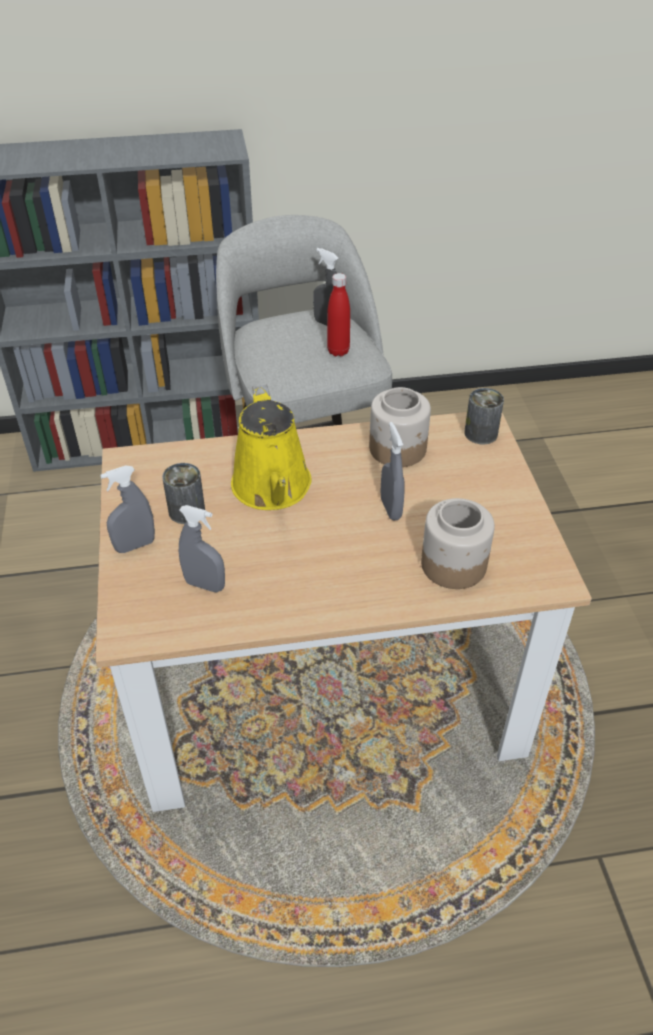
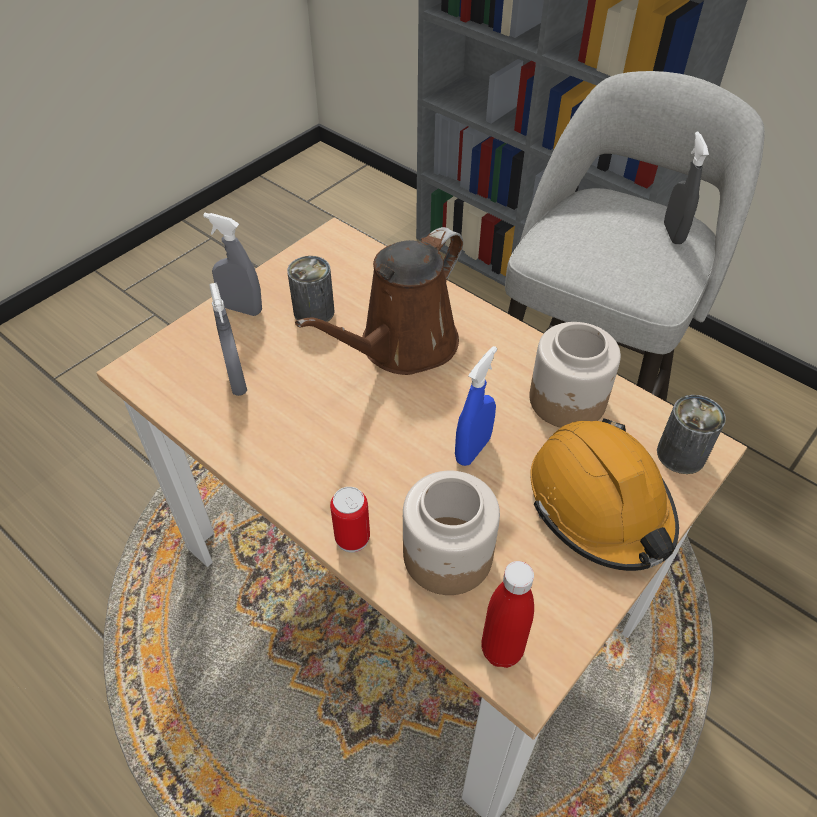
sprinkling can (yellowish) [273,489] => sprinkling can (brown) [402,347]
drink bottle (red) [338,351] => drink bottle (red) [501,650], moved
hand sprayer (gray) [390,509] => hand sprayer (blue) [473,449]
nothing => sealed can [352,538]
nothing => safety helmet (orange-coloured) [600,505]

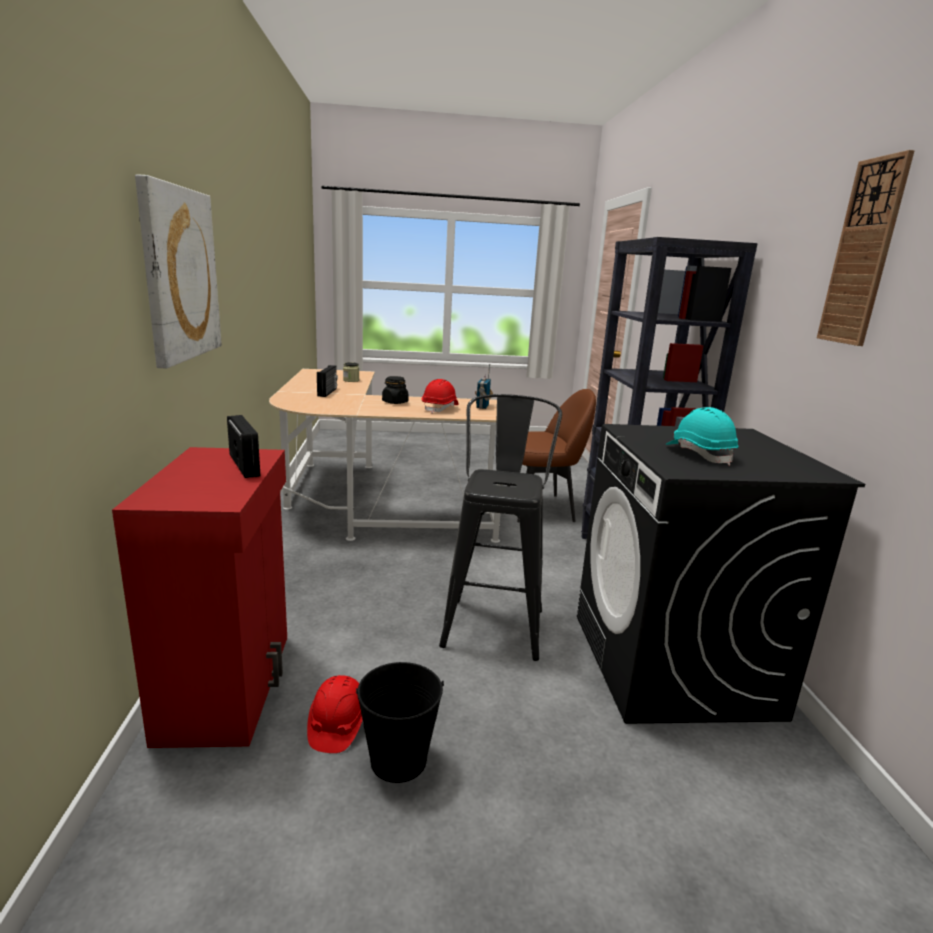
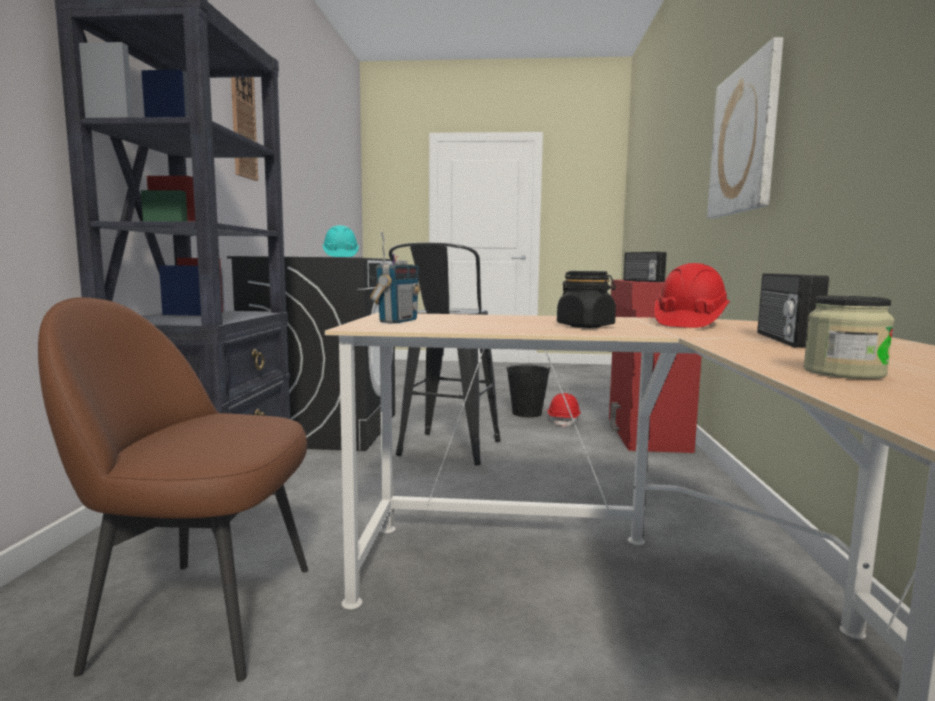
safety helmet (red) [440,408] => safety helmet (red) [689,324], moved

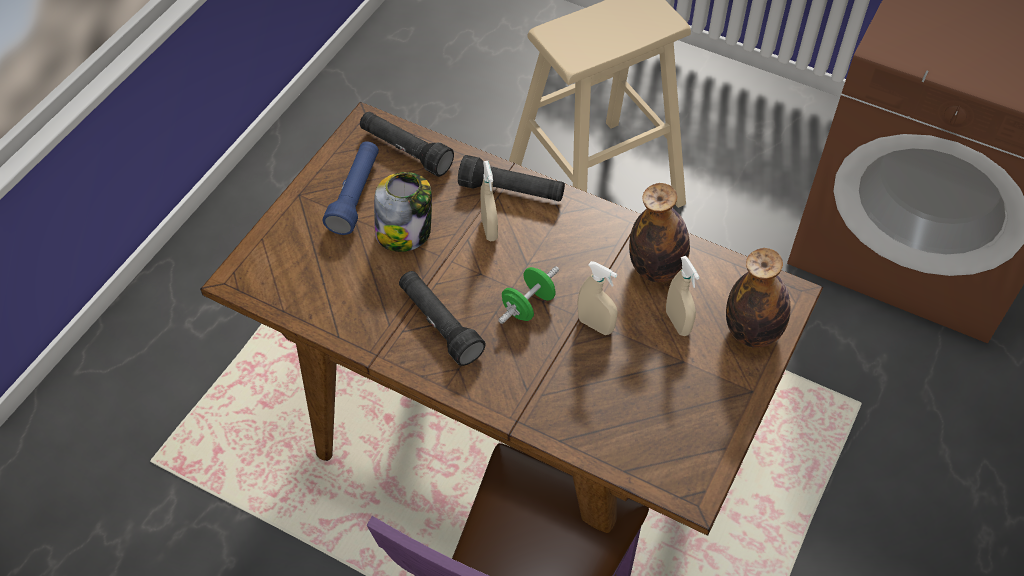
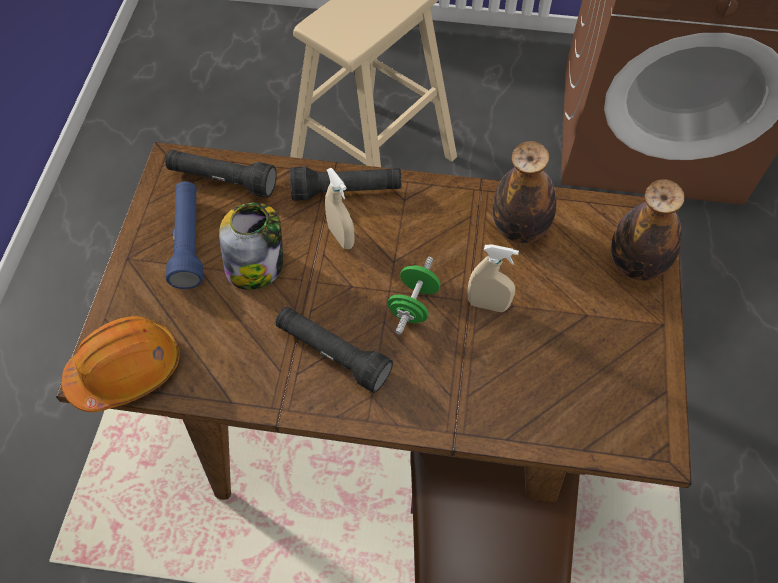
hand sprayer (beige) [677,323] => nothing
nothing => safety helmet (orange-coloured) [126,370]

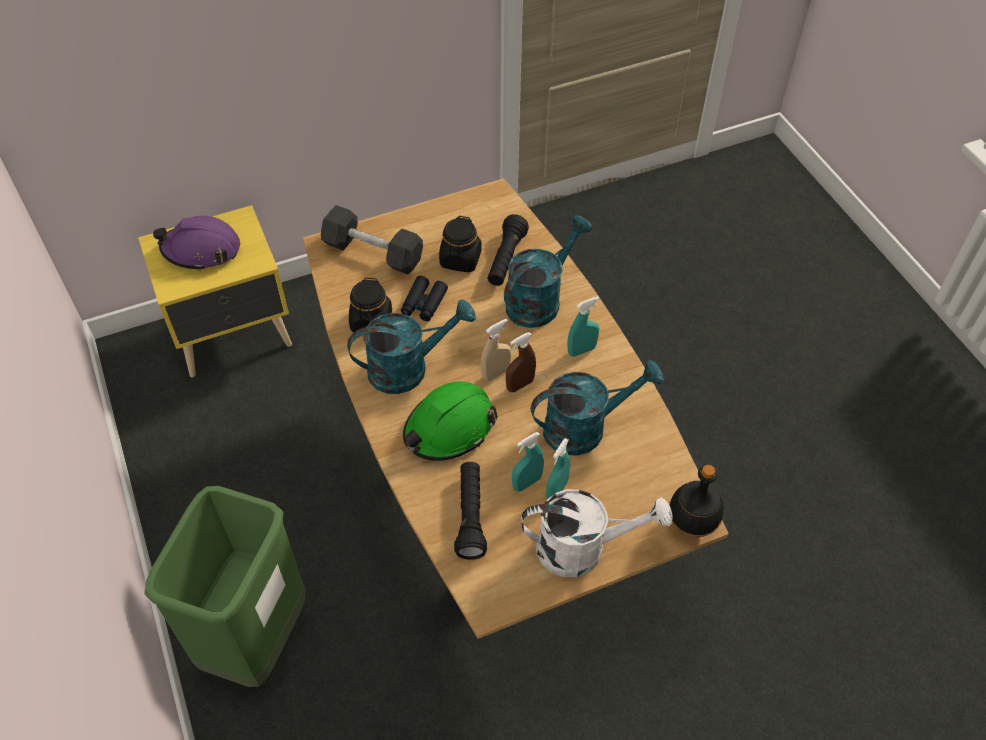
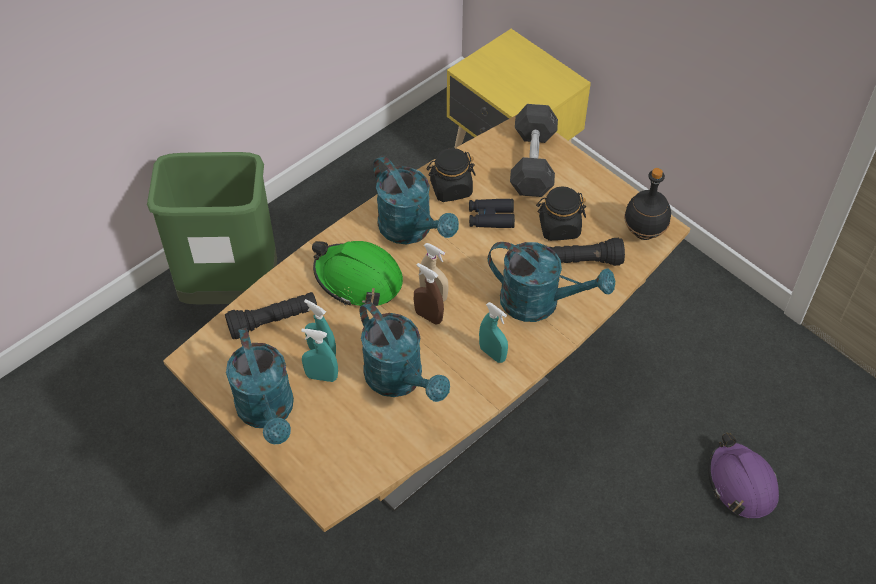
safety helmet (purple-coloured) [201,250] => safety helmet (purple-coloured) [741,483], moved
sprinkling can (white) [583,548] => sprinkling can (turquoise-coloured) [268,413]
drink bottle (black-coloured) [690,525] => drink bottle (black-coloured) [643,232], moved

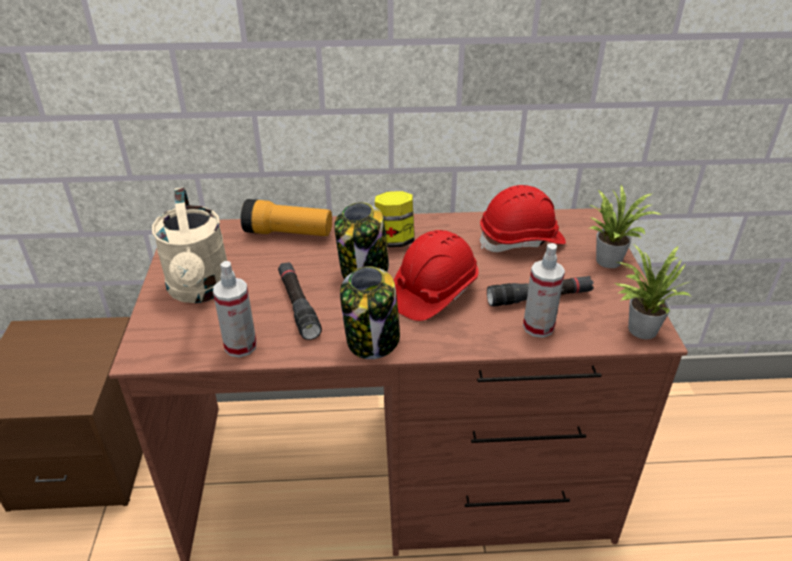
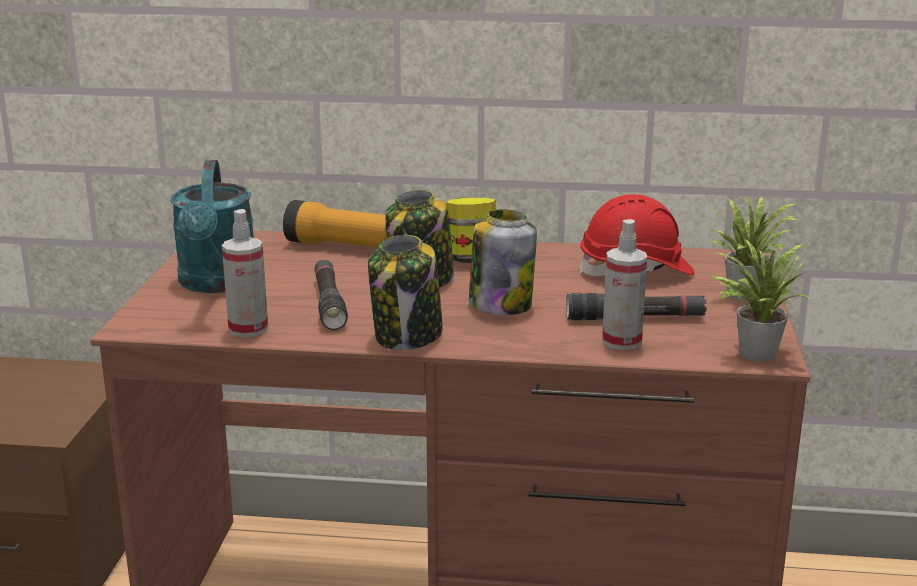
sprinkling can (beige) [200,290] => sprinkling can (turquoise-coloured) [217,284]
safety helmet (red) [433,292] => storage jar [500,304]

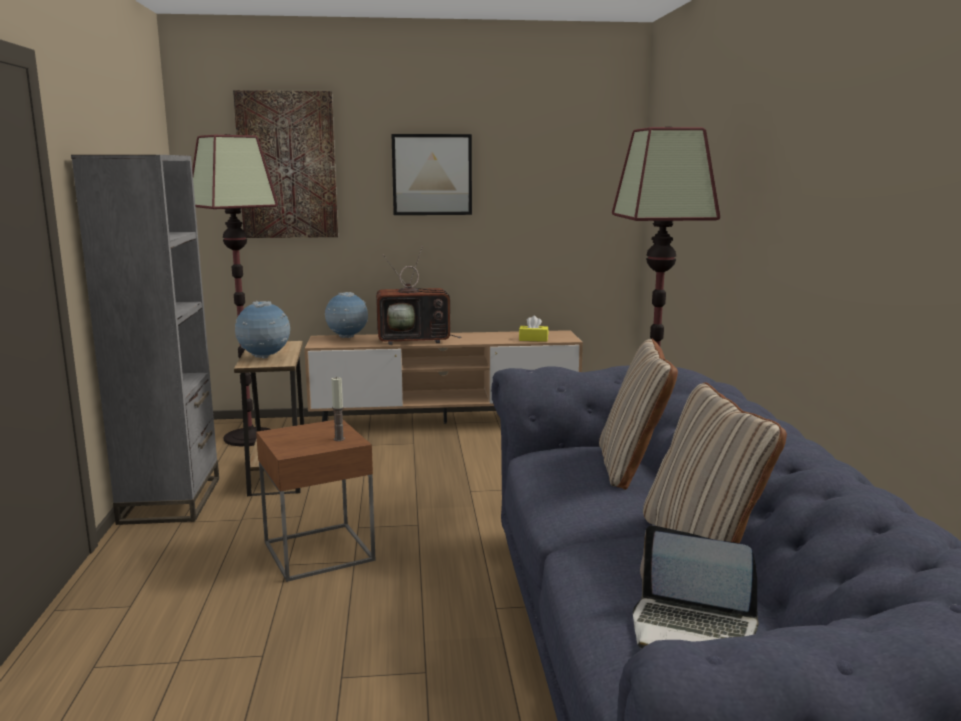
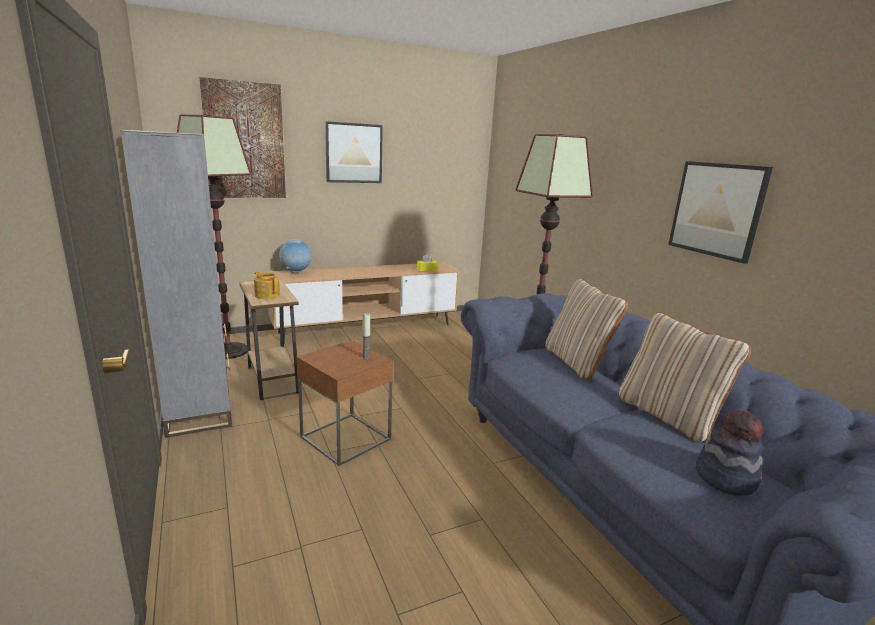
world globe [264,358] => teapot [267,295]
TV set [415,340] => nothing
notebook computer [693,629] => hat [725,478]
nothing => wall picture [716,210]

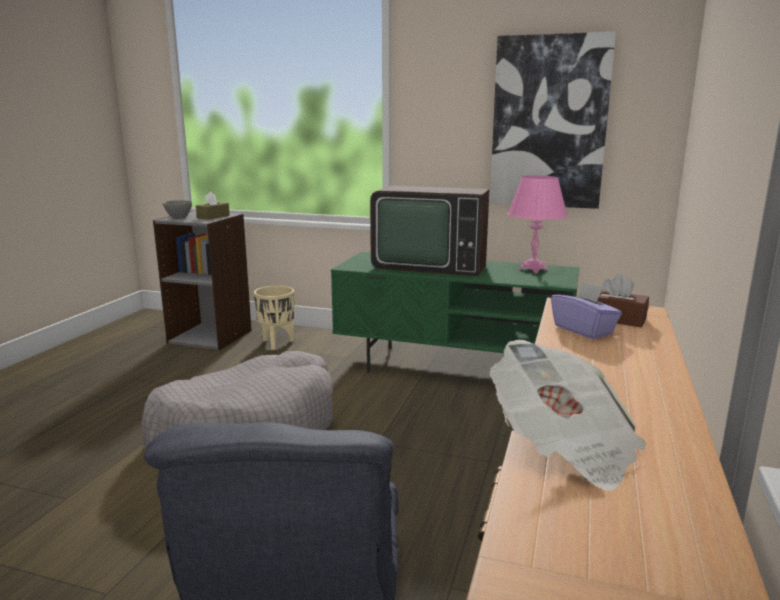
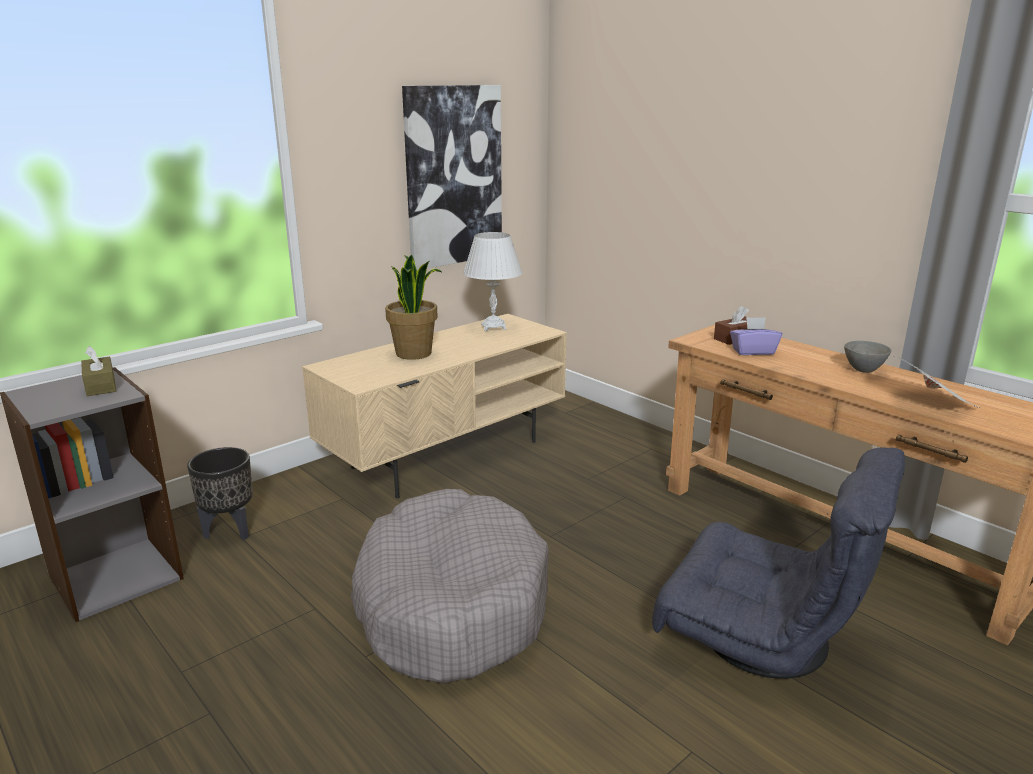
deep dish (gray) [178,218] => deep dish (gray) [863,370], moved
plant pot (beige) [277,343] => plant pot (black-coloured) [230,531]
tv stand (greenish) [454,368] => tv stand (beige) [446,453]
TV set [429,265] => plant in a pot [414,353]
tabletop lamp (pink) [533,269] => tabletop lamp (white) [493,327]

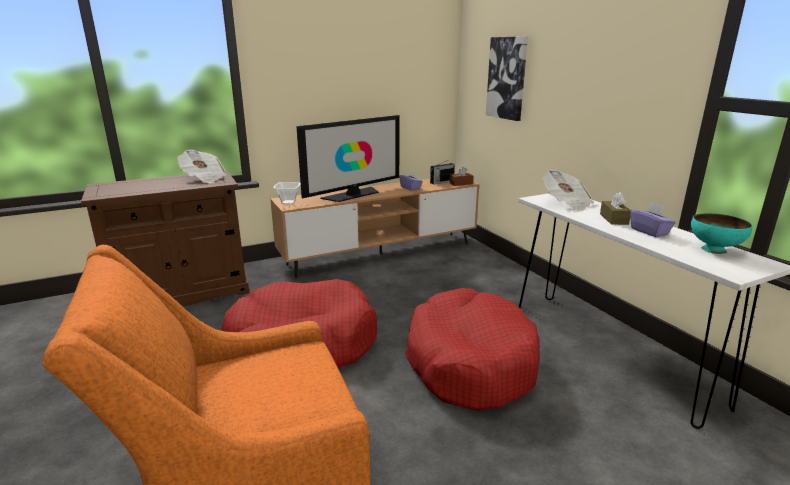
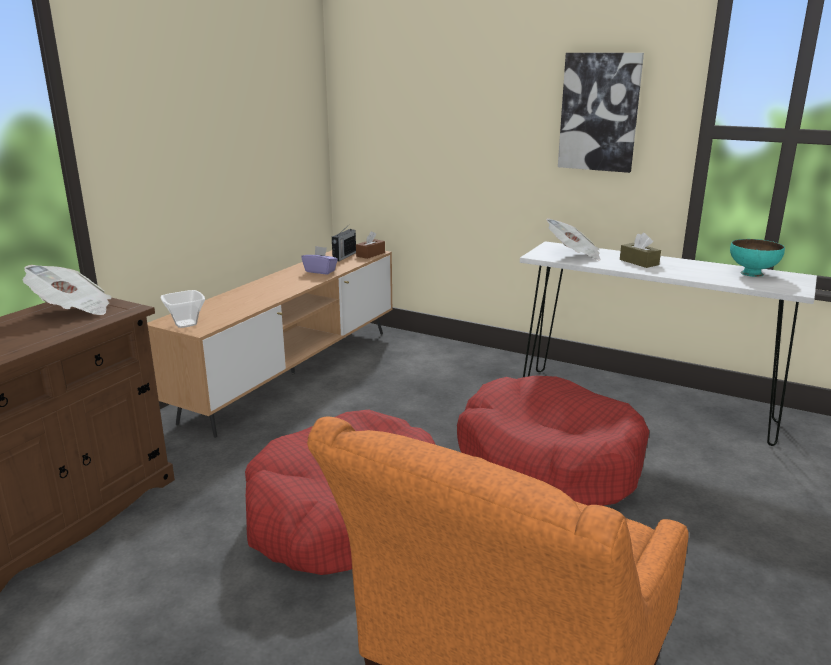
TV set [353,195] => nothing
wall picture [507,78] => wall picture [599,112], moved
tissue box (purple-coloured) [649,232] => nothing

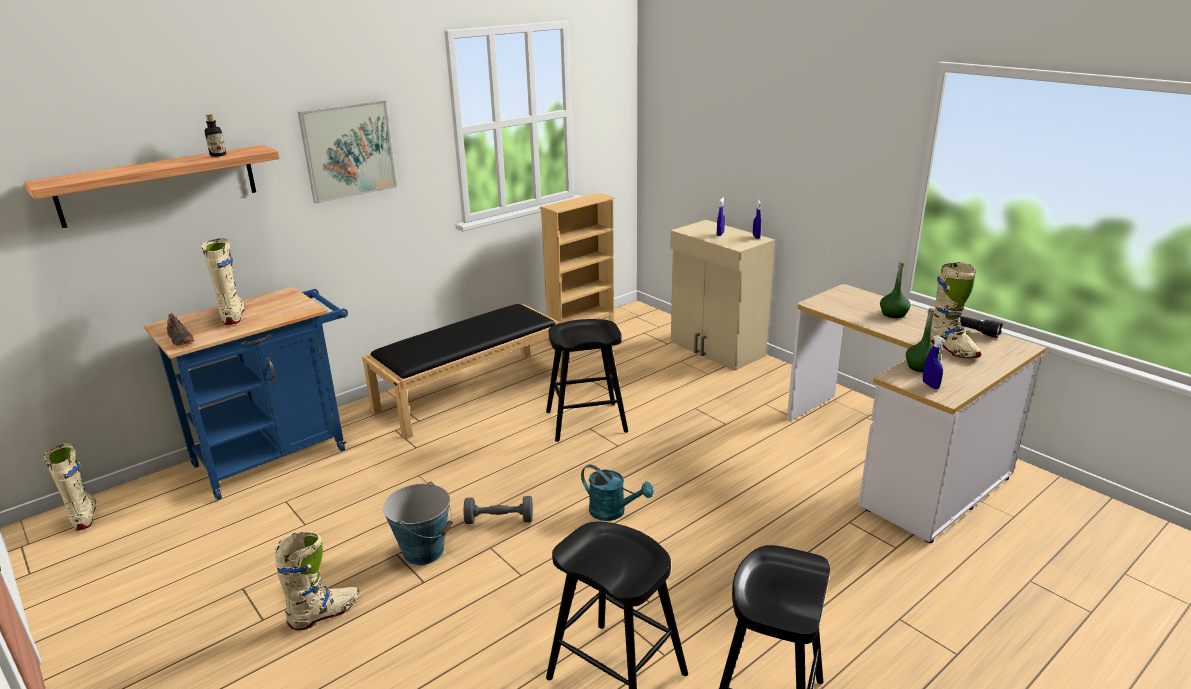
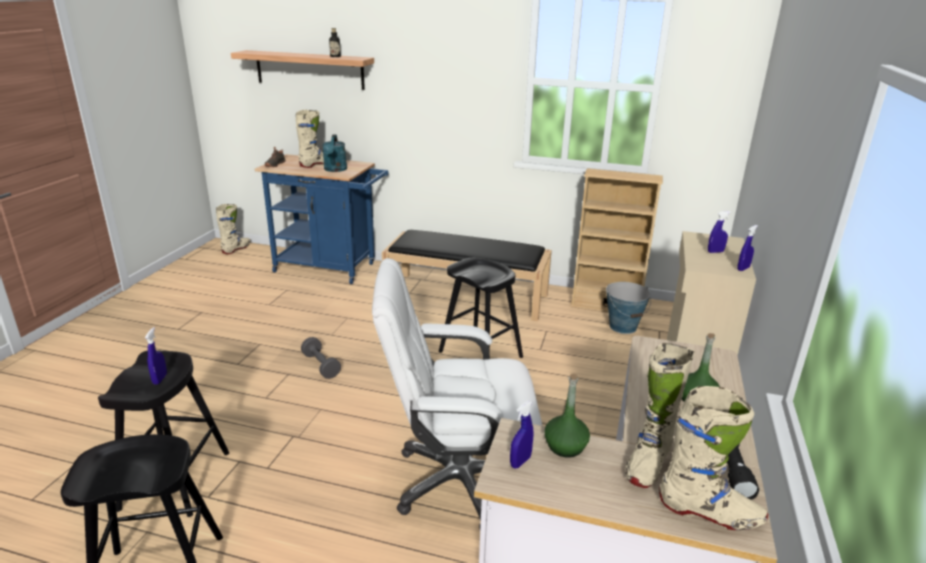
boot (beige) [325,614] => boot (beige) [709,513], moved
wall picture [348,150] => nothing
pail [423,551] => pail [623,327], moved
sprinkling can (turquoise-coloured) [613,512] => sprinkling can (turquoise-coloured) [335,170], moved
nothing => hand sprayer (blue) [160,379]
nothing => office chair (white) [458,481]

